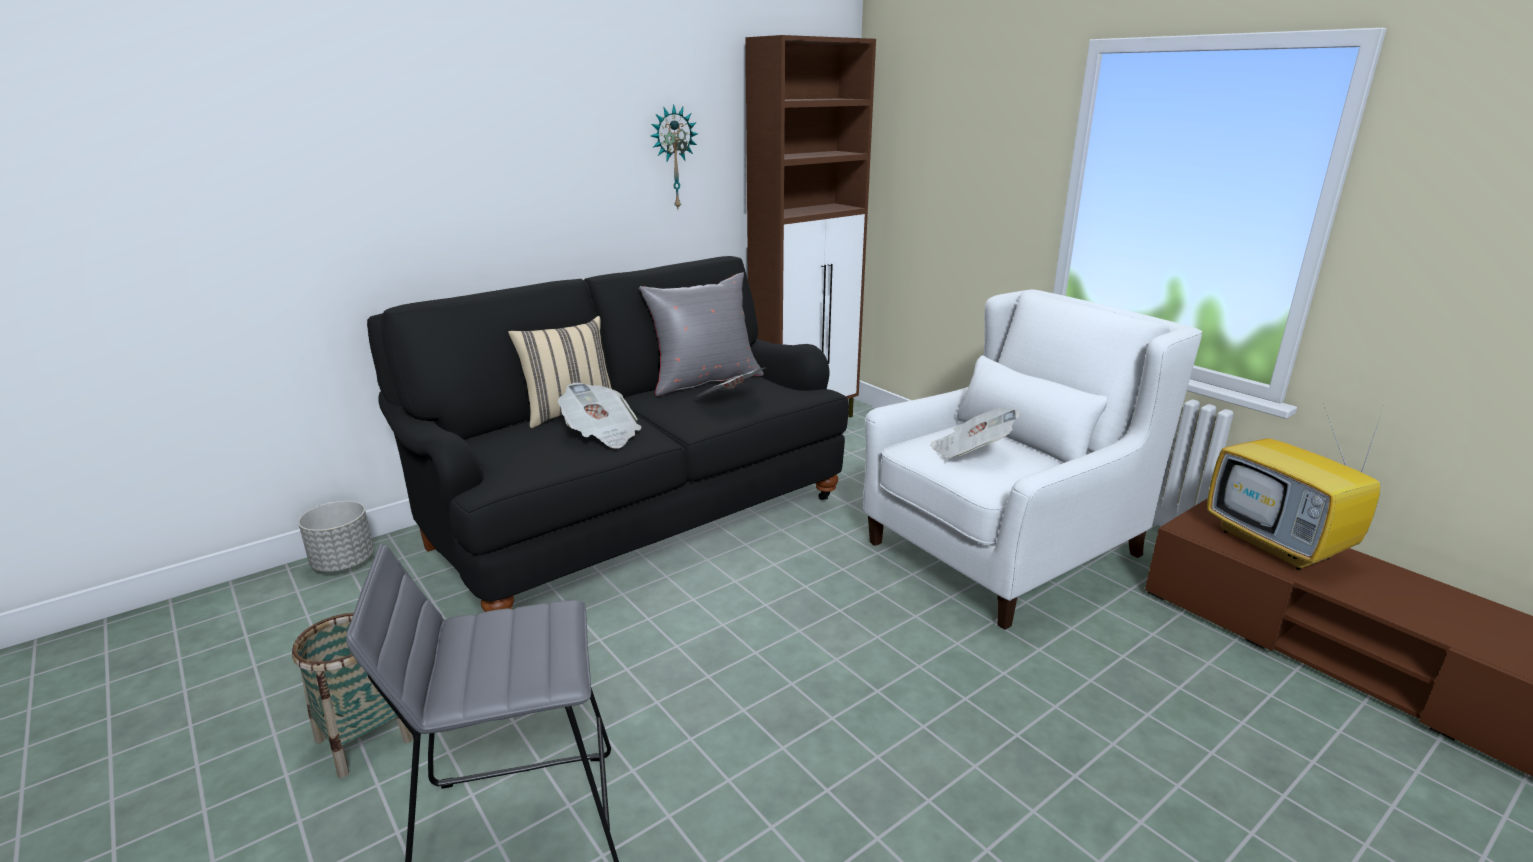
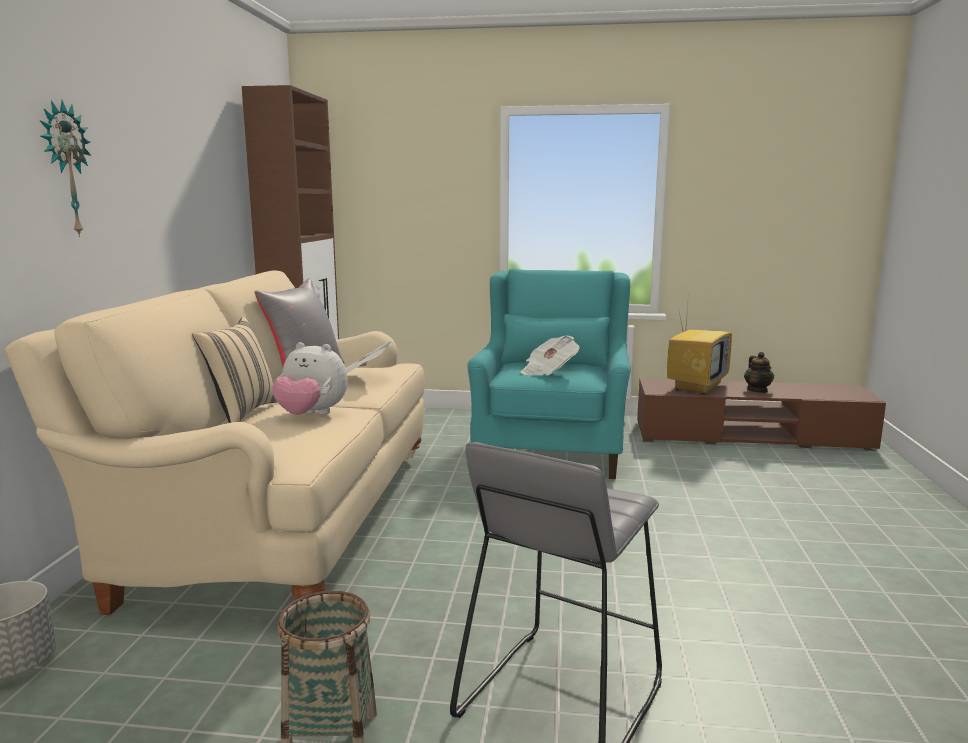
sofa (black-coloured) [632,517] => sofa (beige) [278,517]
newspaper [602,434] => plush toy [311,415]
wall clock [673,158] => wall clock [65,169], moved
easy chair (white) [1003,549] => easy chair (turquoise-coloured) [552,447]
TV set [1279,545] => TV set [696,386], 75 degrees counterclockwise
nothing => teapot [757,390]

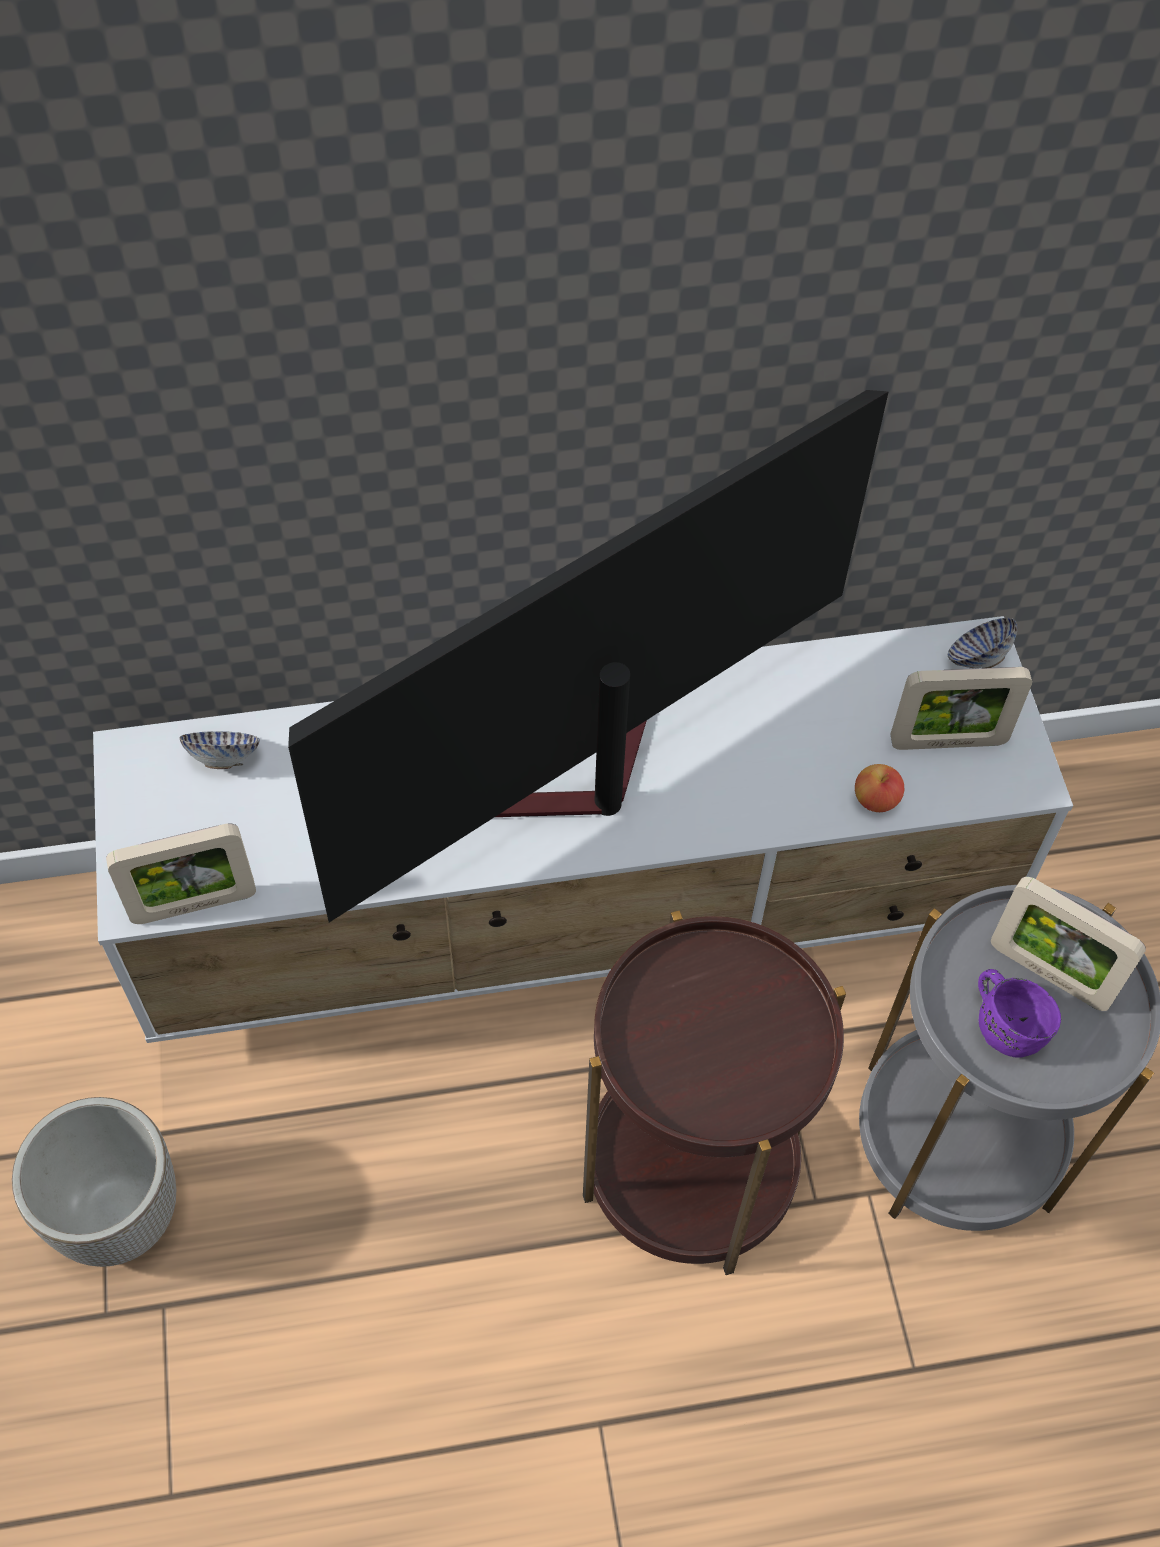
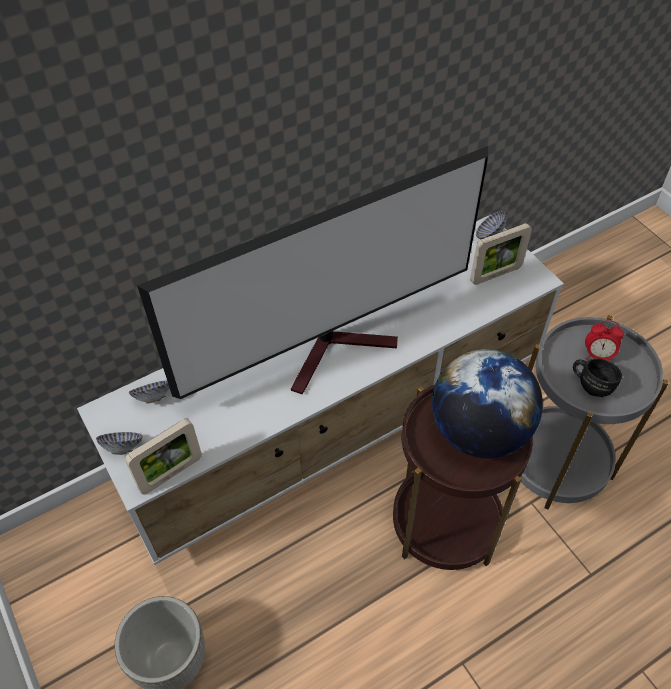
TV set [580,785] => TV set [338,349], 150 degrees counterclockwise
whole apple [875,799] => nothing
tea mug (purple-coloured) [1006,1023] => tea mug (black-coloured) [591,384]
picture frame [1049,974] => alarm clock [598,355]
nothing => deep dish [123,447]
nothing => world globe [479,431]

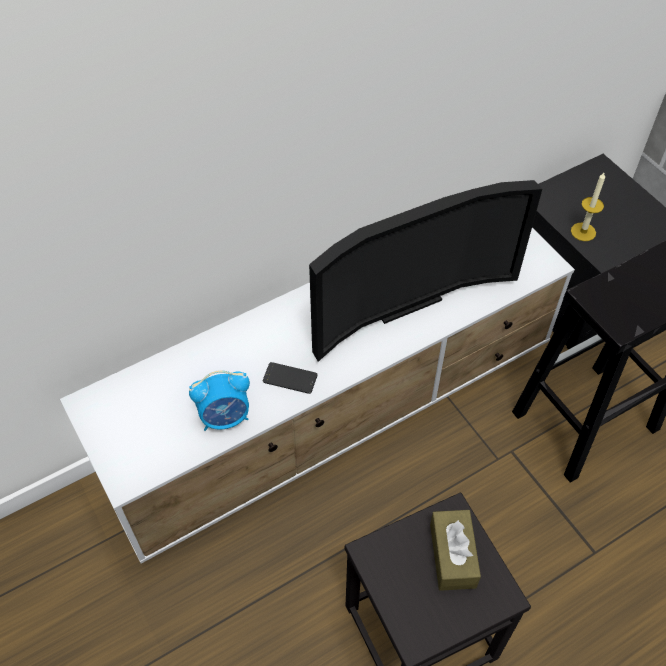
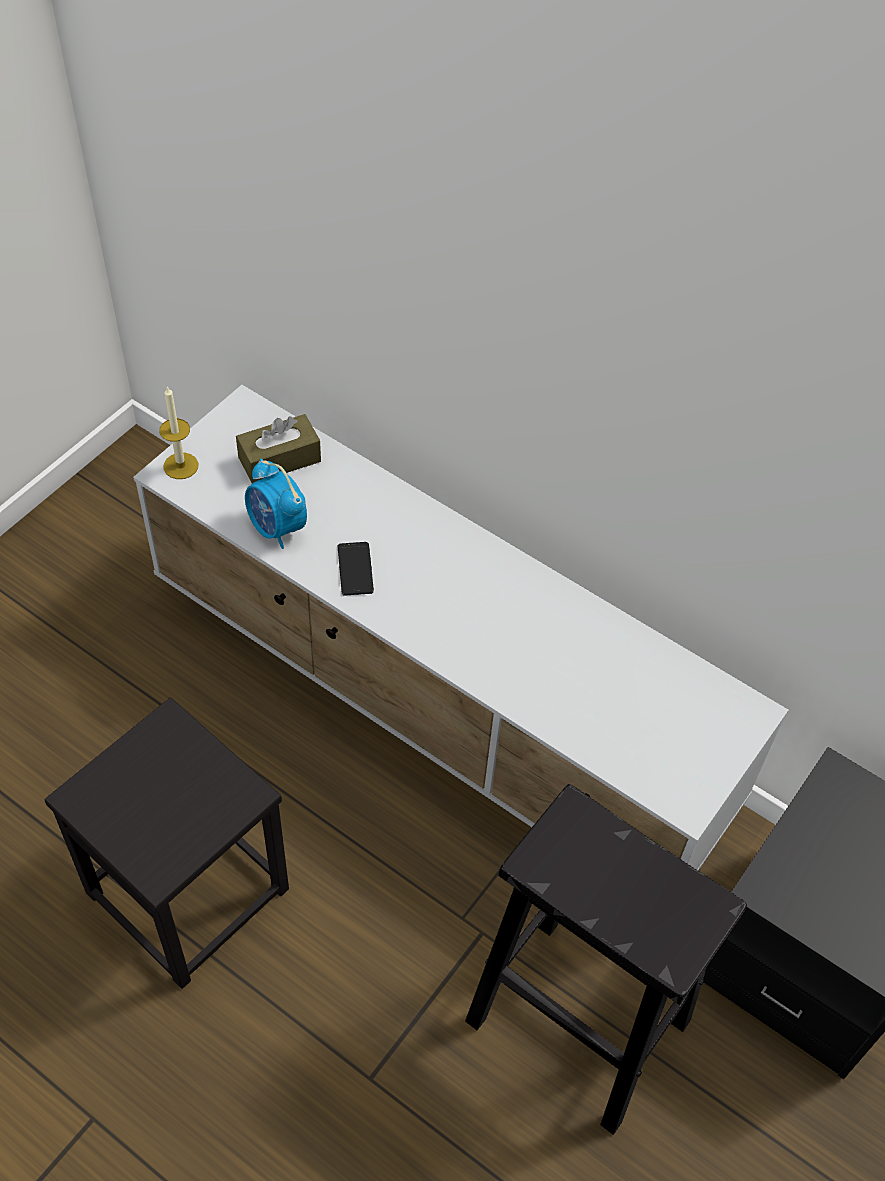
TV set [402,298] => nothing
tissue box (brown) [452,555] => tissue box (brown) [279,459], moved
wax candle [583,232] => wax candle [181,466], moved

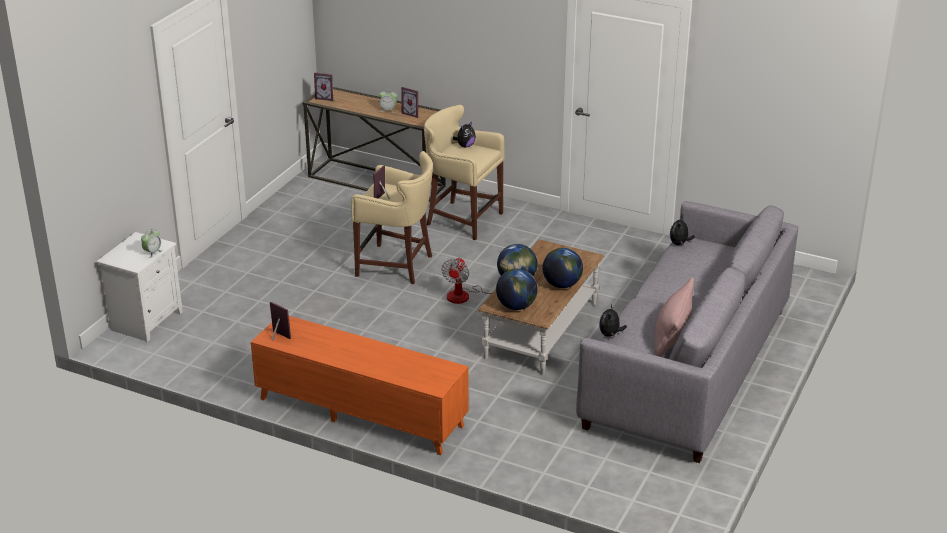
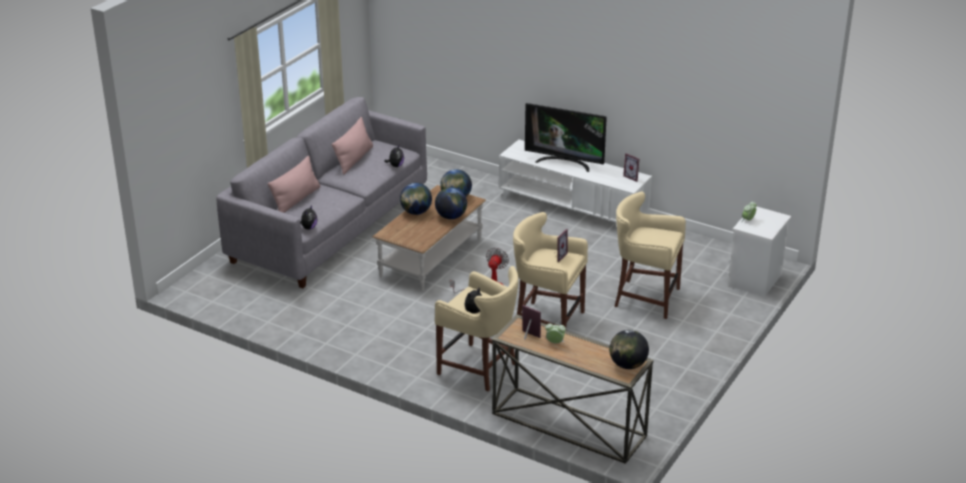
tv stand (orange-coloured) [361,412] => tv stand (white) [572,209]
picture frame [325,97] => world globe [627,365]
nothing => cushion (pink) [296,200]
nothing => TV set [565,162]
nothing => stool seat (beige) [644,298]

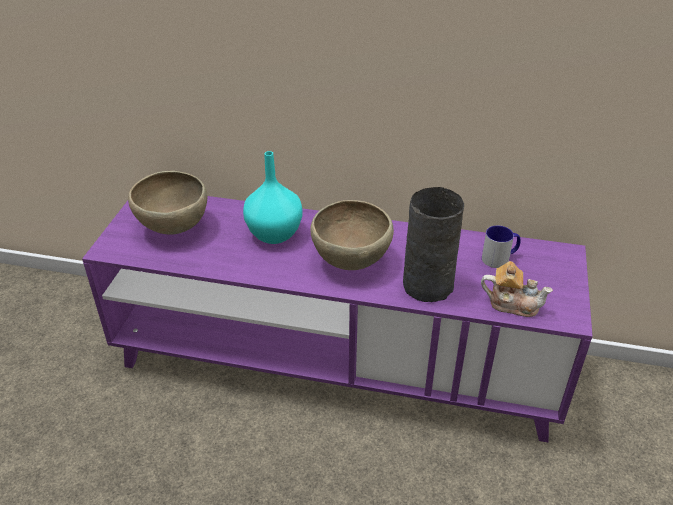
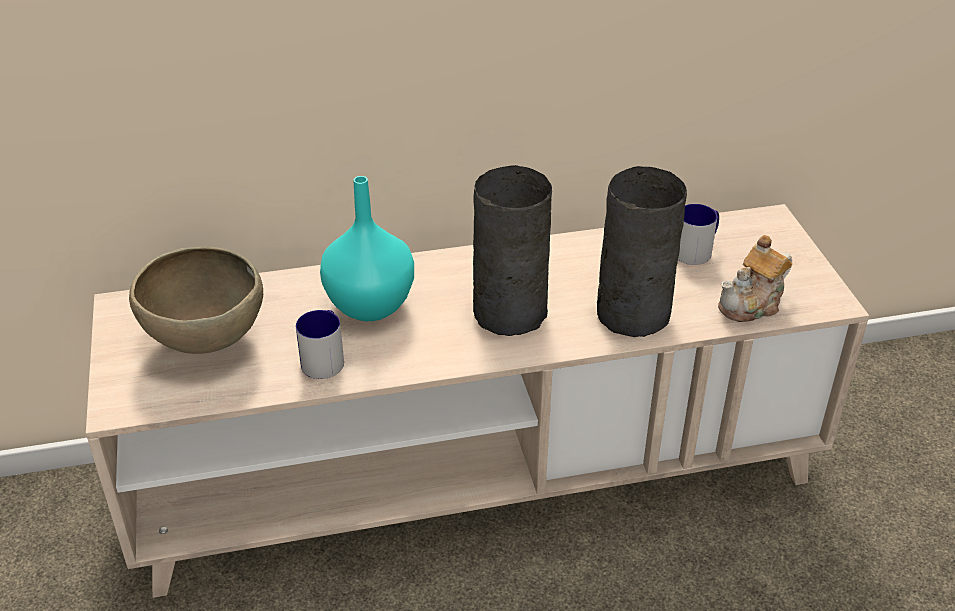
tv stand (purple-coloured) [336,363] => tv stand (beige) [477,477]
deep dish (brown) [351,261] => vase (gray) [508,312]
teapot [512,303] => teapot [752,304], 150 degrees clockwise
nothing => tea mug [325,358]

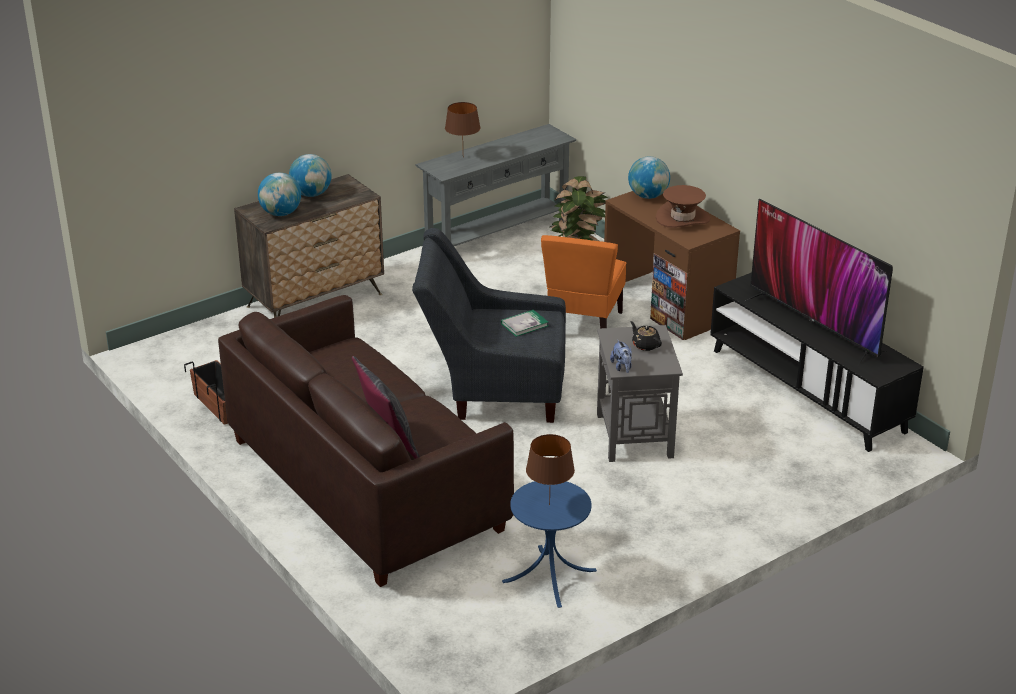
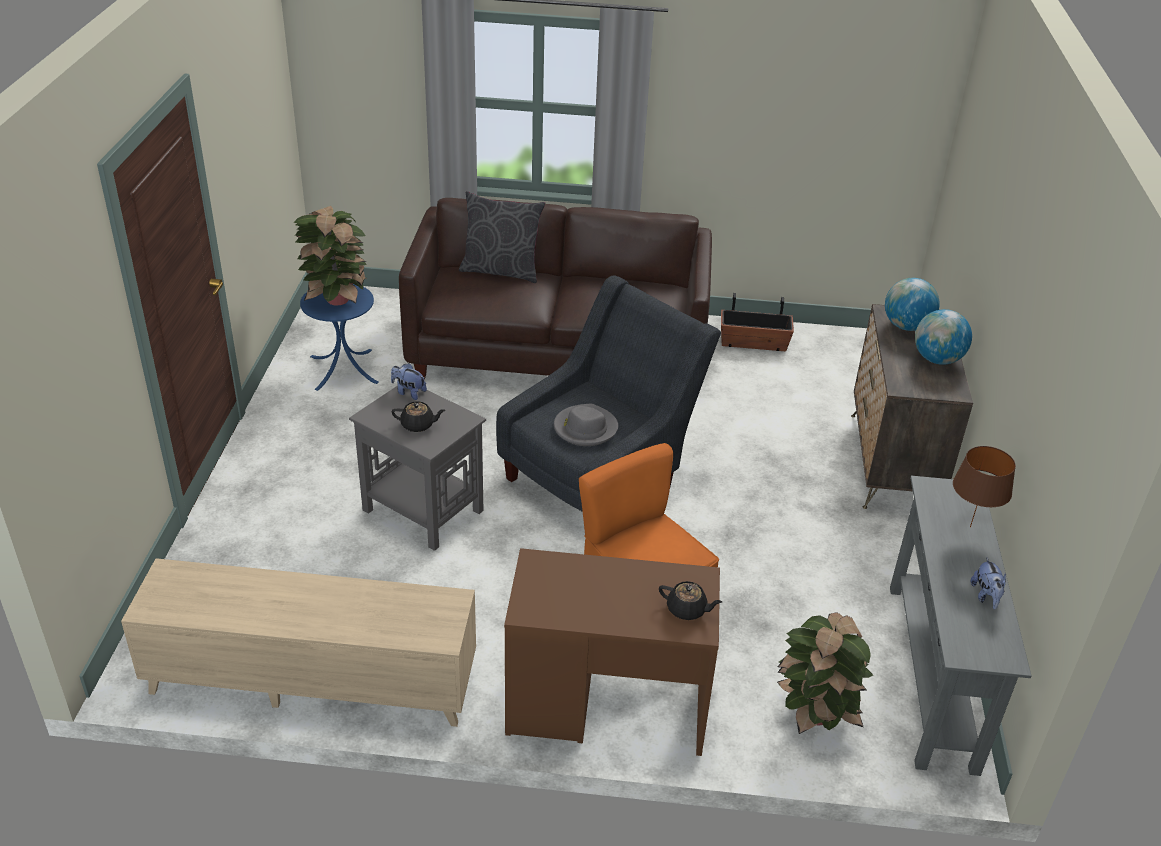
bound book [524,325] => hat (gray) [585,428]
tabletop lamp (brown) [549,505] => plant in a pot [336,298]
world globe [648,196] => teapot (black-coloured) [687,610]
hat (brown) [682,218] => nothing
tv stand (black-coloured) [806,390] => tv stand (beige) [312,680]
TV set [814,325] => nothing
nothing => plush toy [986,596]

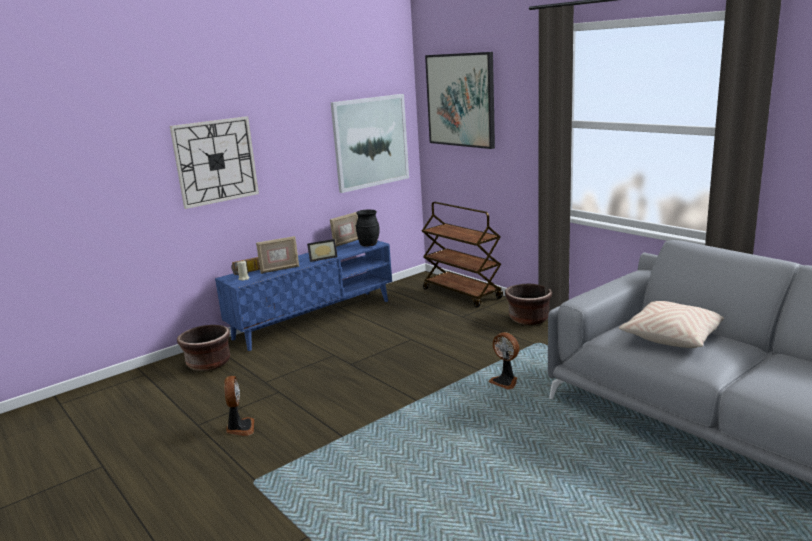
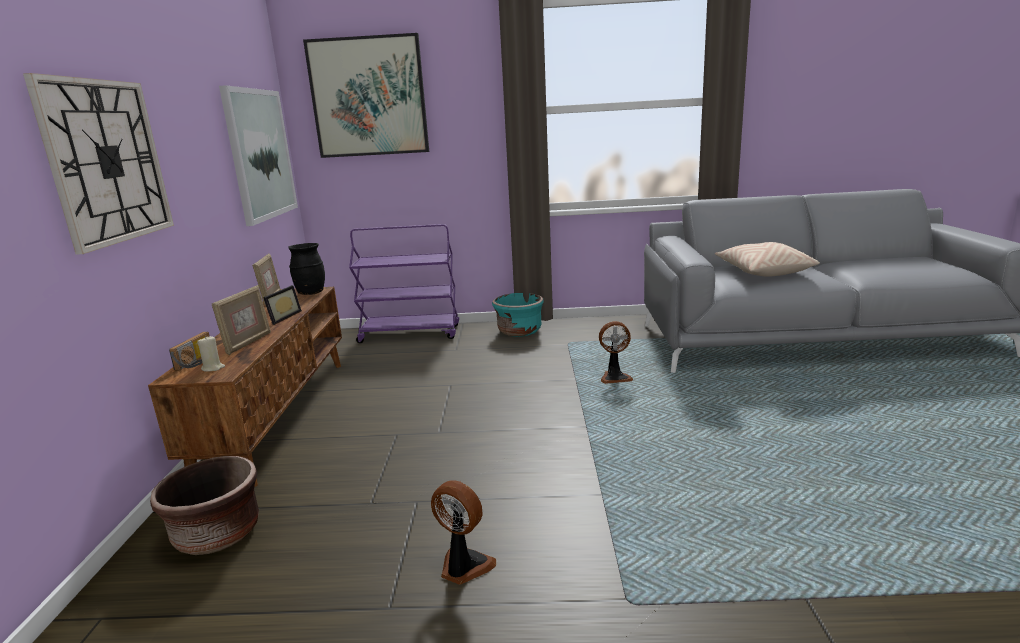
tv stand (blue) [314,319] => tv stand (brown) [278,415]
cart (brown) [462,293] => cart (purple-coloured) [410,334]
plant pot (brown) [528,319] => plant pot (turquoise-coloured) [519,331]

